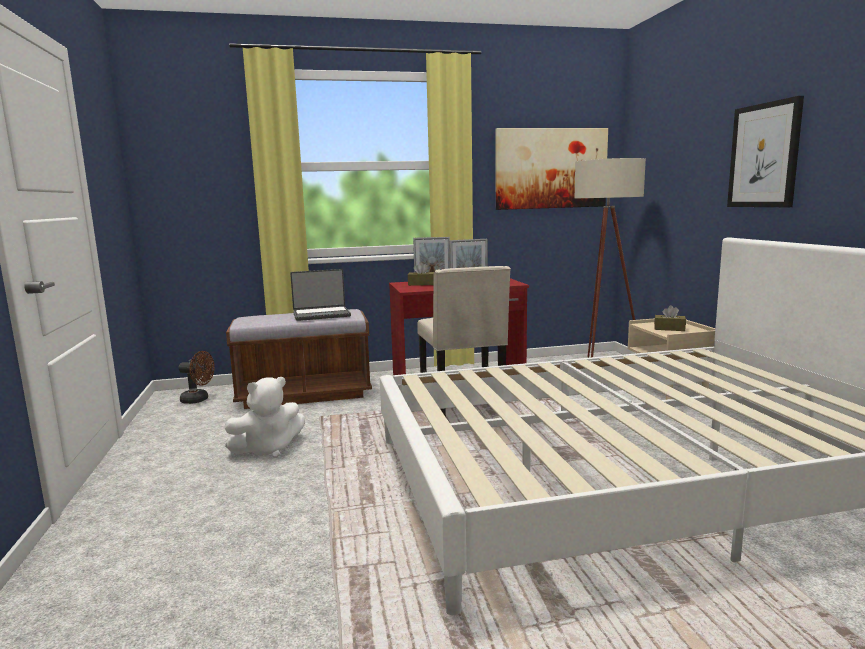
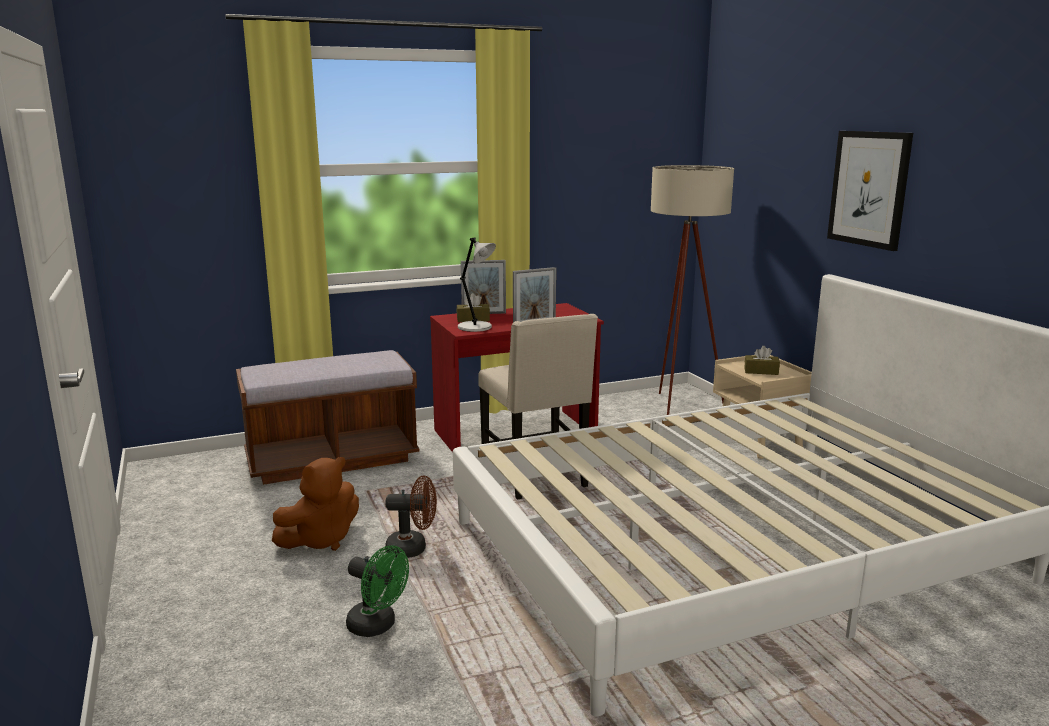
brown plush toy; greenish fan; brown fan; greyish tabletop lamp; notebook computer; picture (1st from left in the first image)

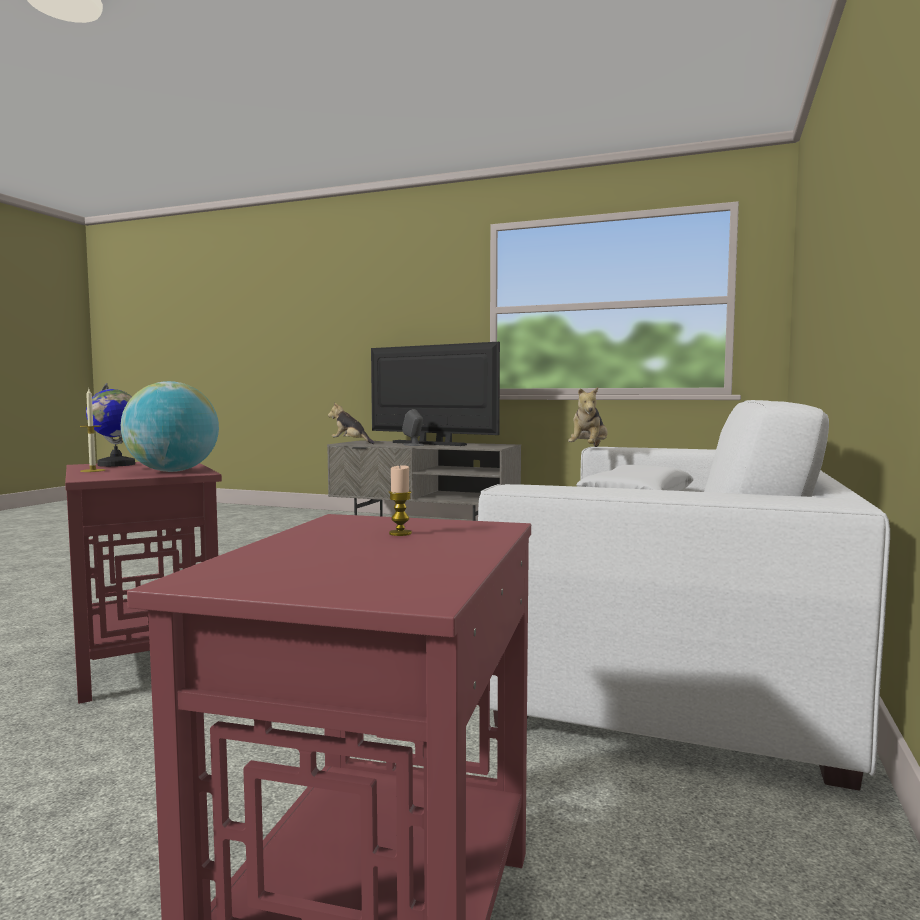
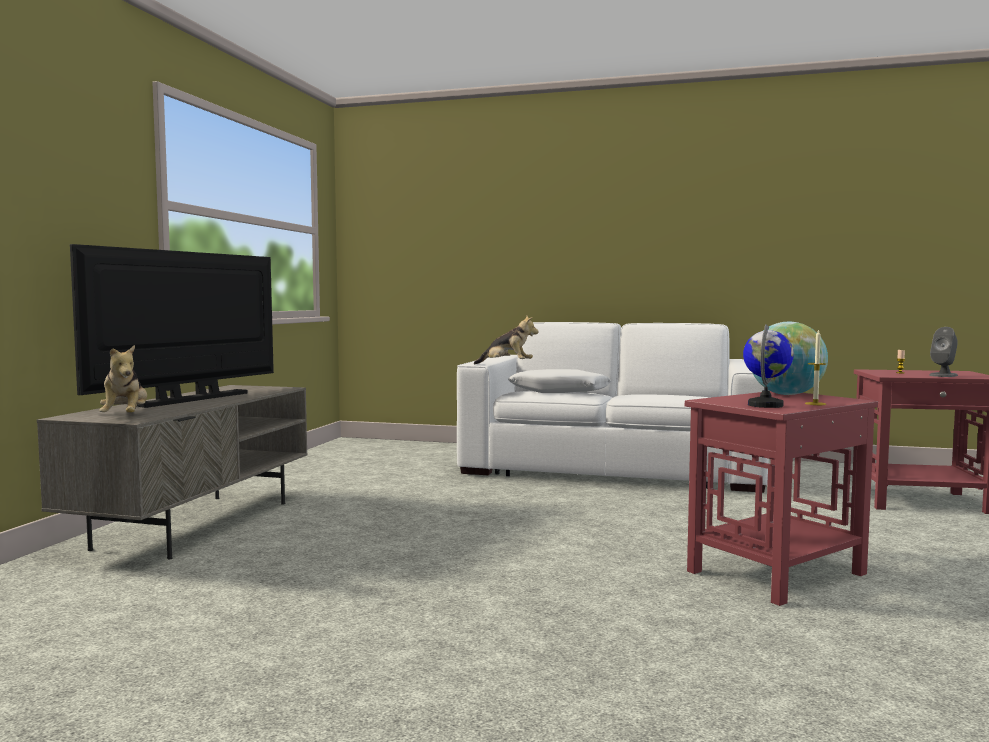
plush toy (1st from left); greyish speaker

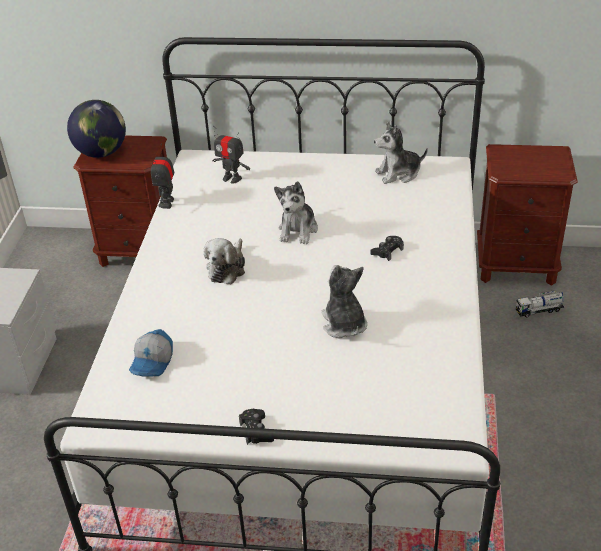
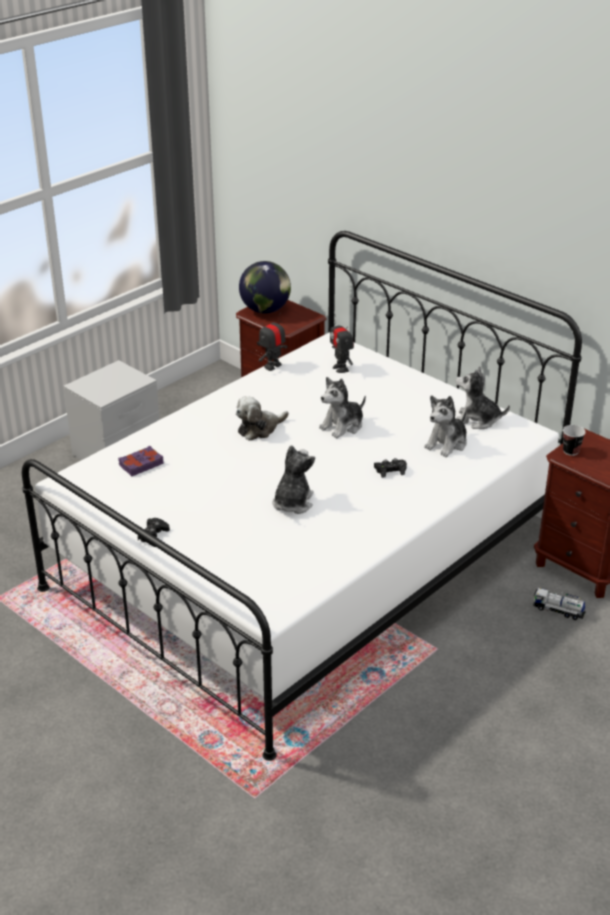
purple book; plush toy (4th from left); cup

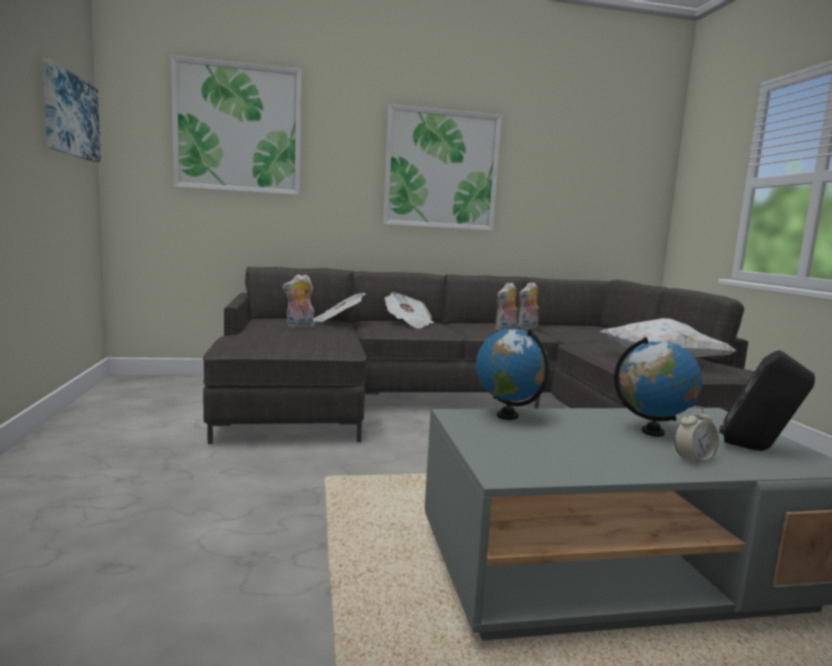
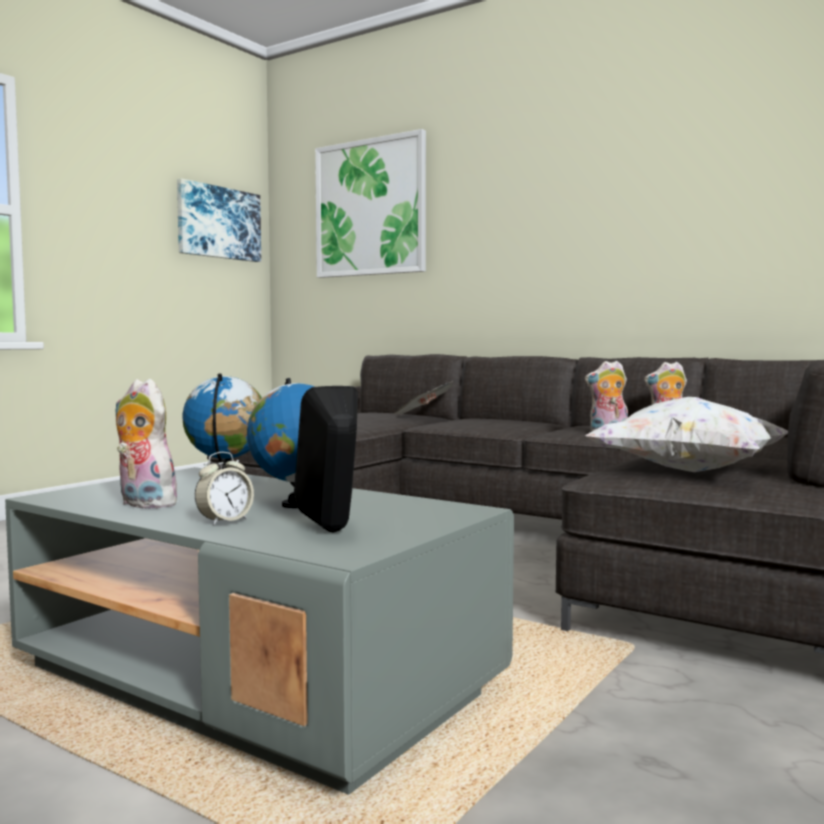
plush toy (1st from left); bedside clock; picture (3rd from left in the first image); printed paper (2nd from left in the first image)

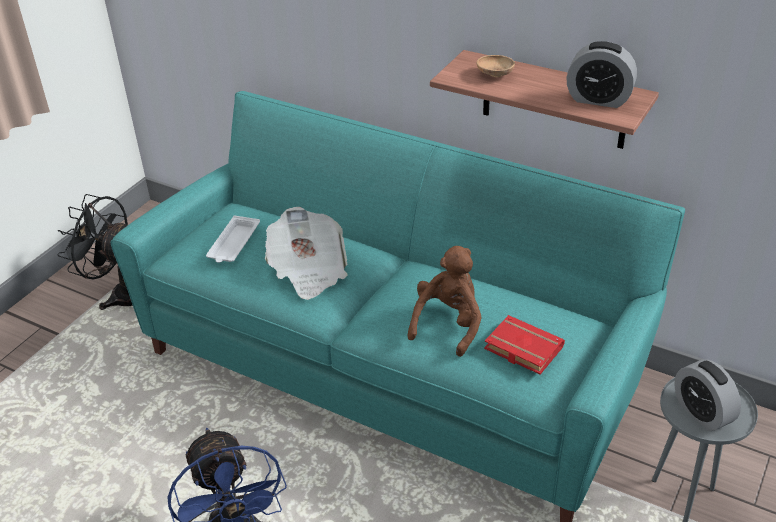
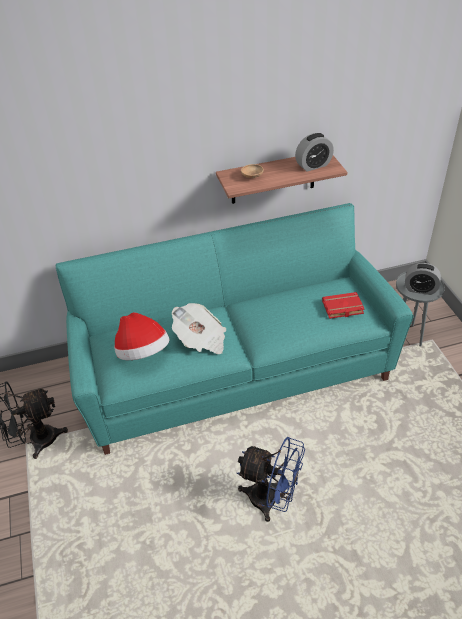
hat; brown plush toy

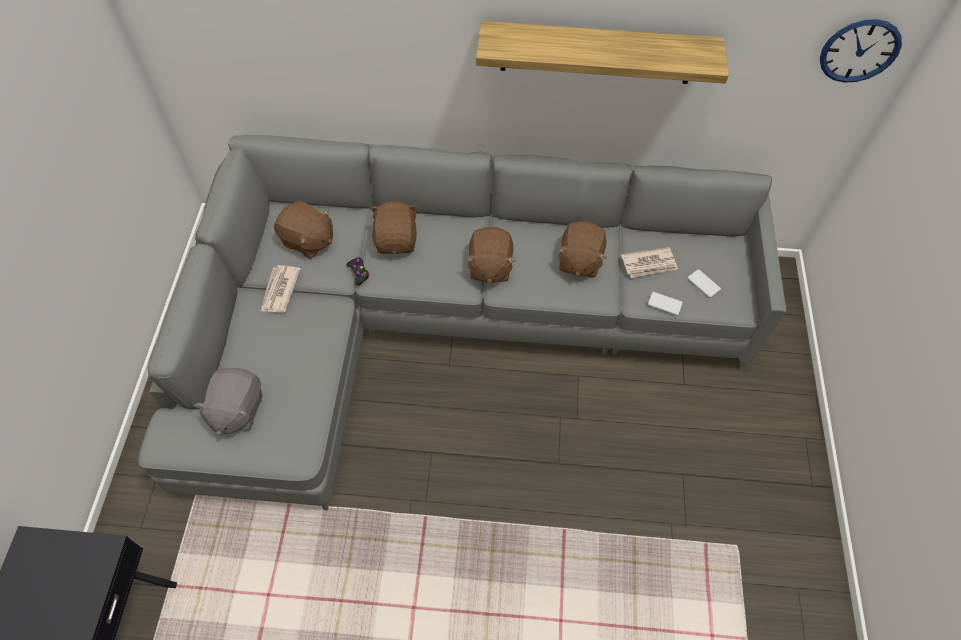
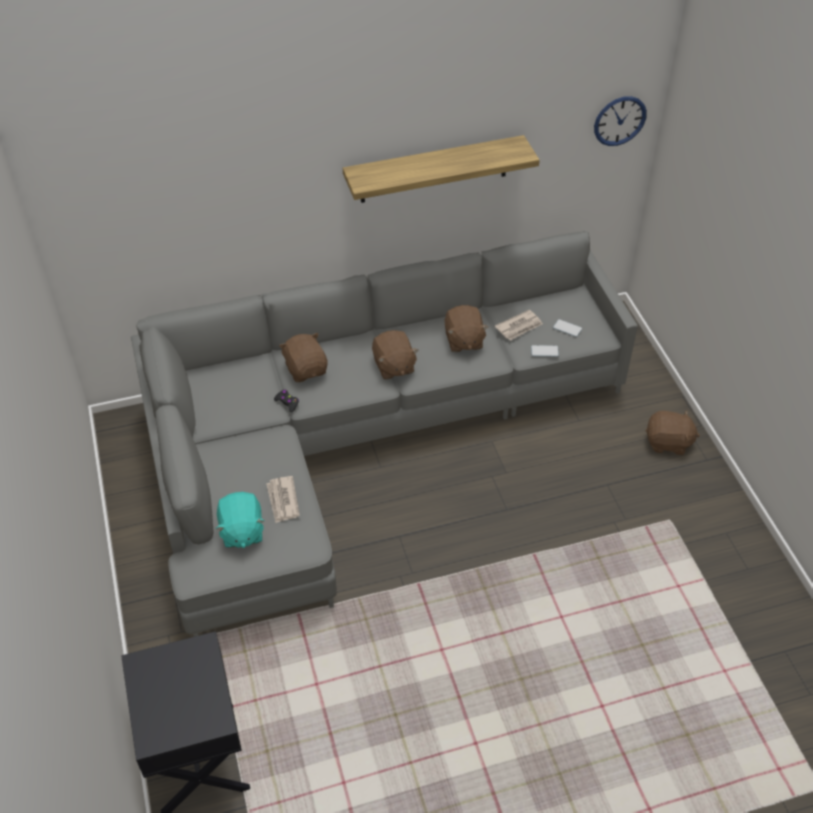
turquoise-coloured plush toy; printed paper (1st from left); brown plush toy (4th from left)

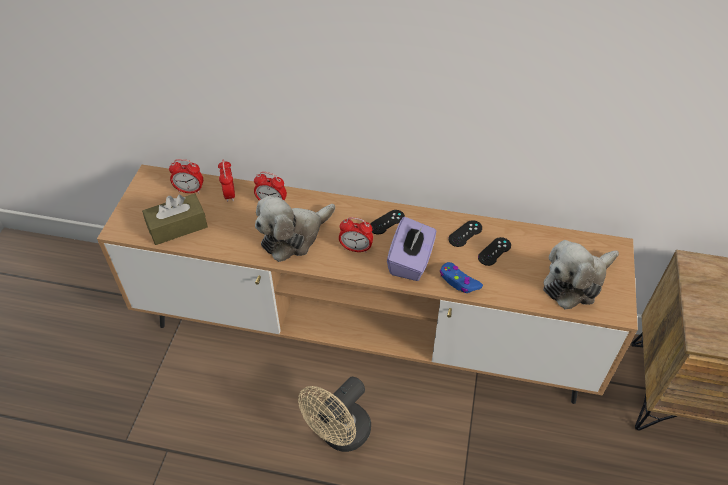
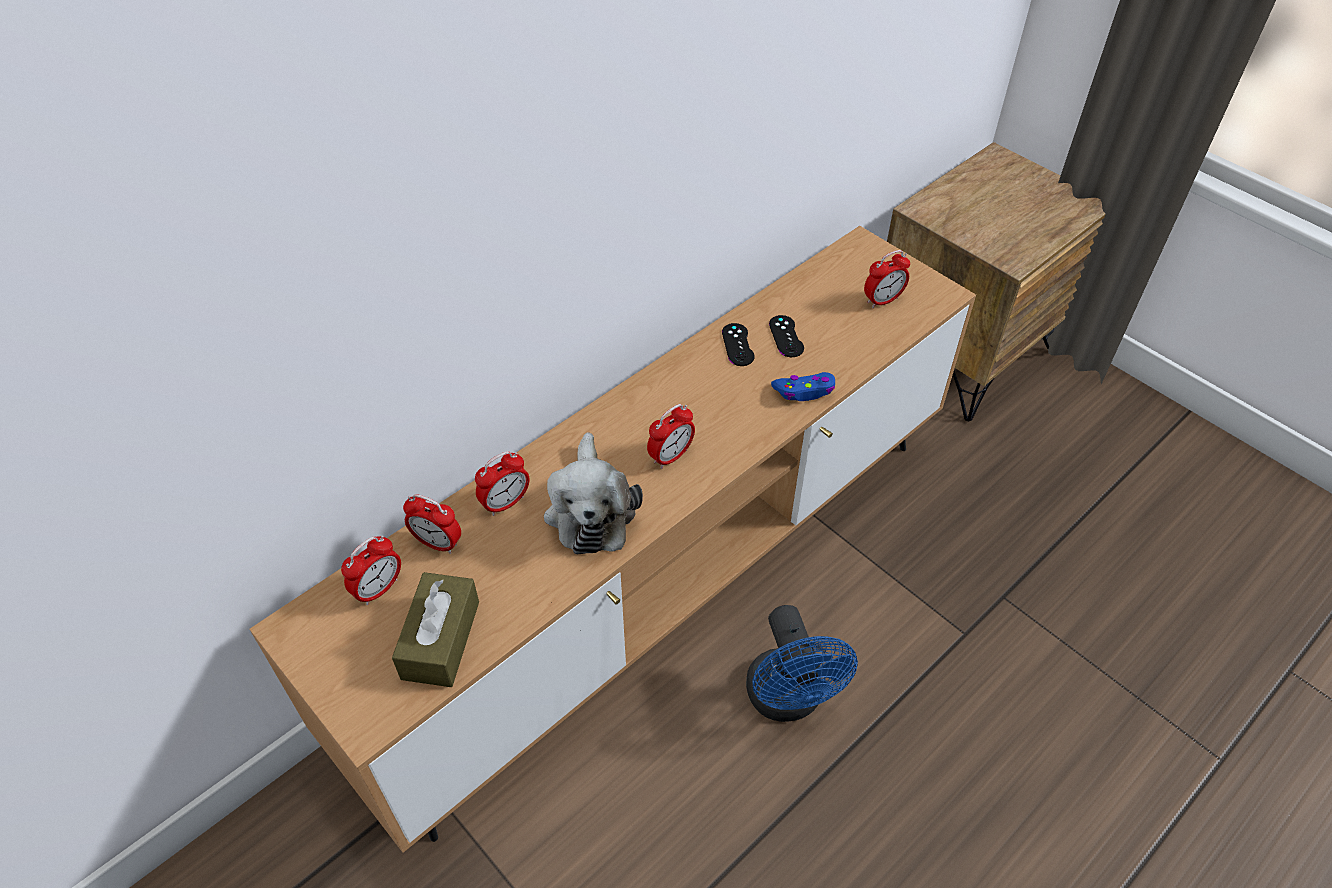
blue fan; bedside clock (5th from left); black-coloured game controller (1st from left in the first image); purple tissue box

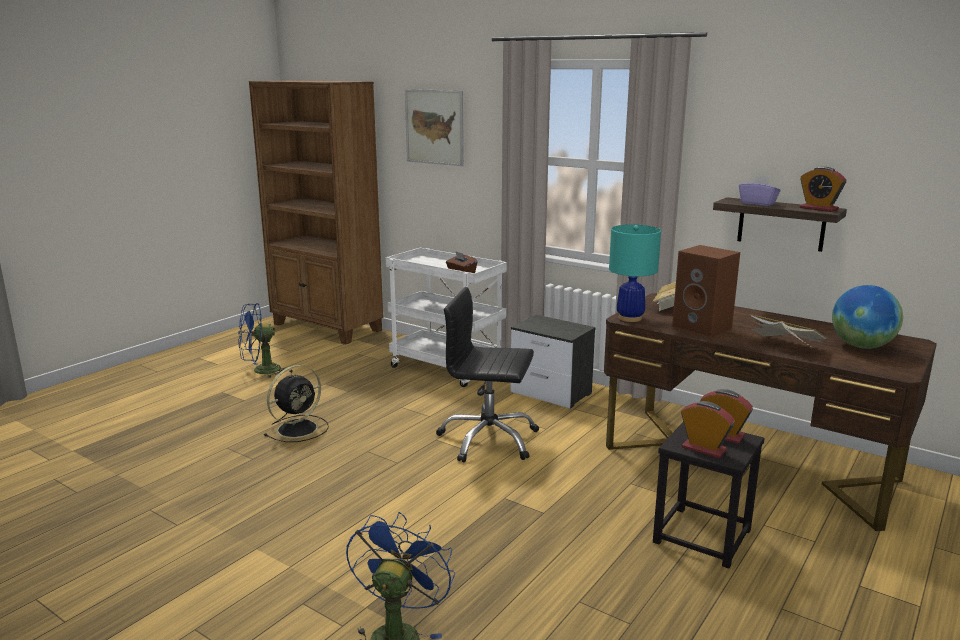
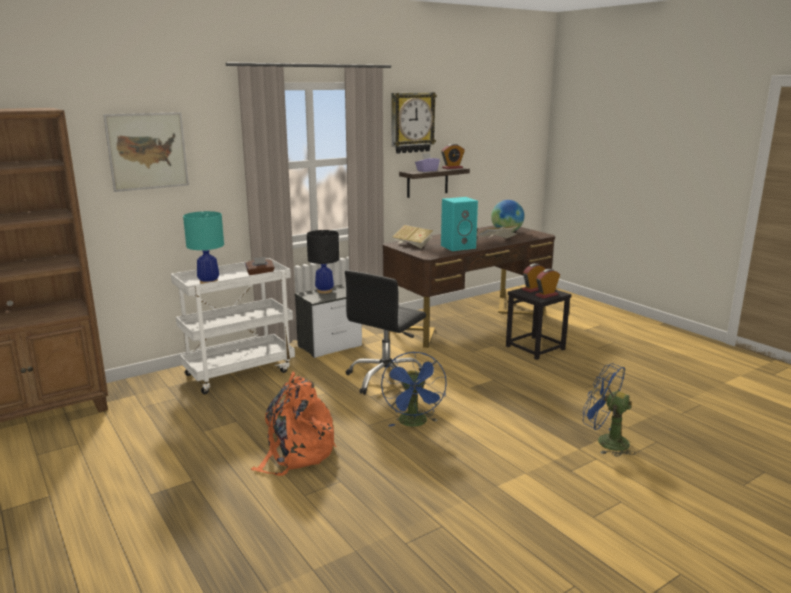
turquoise-coloured tabletop lamp; orange-coloured rucksack; black-coloured tabletop lamp; blue fan (1st from left); wall clock; turquoise-coloured speaker

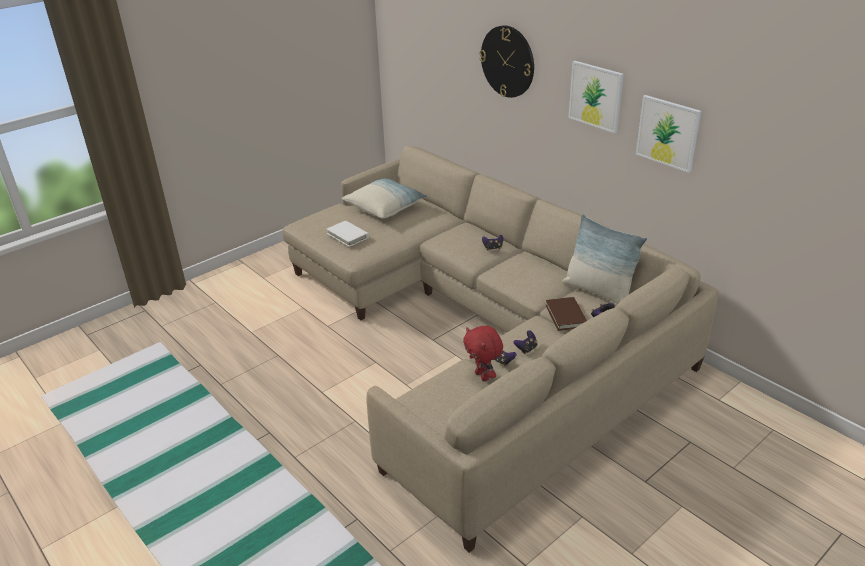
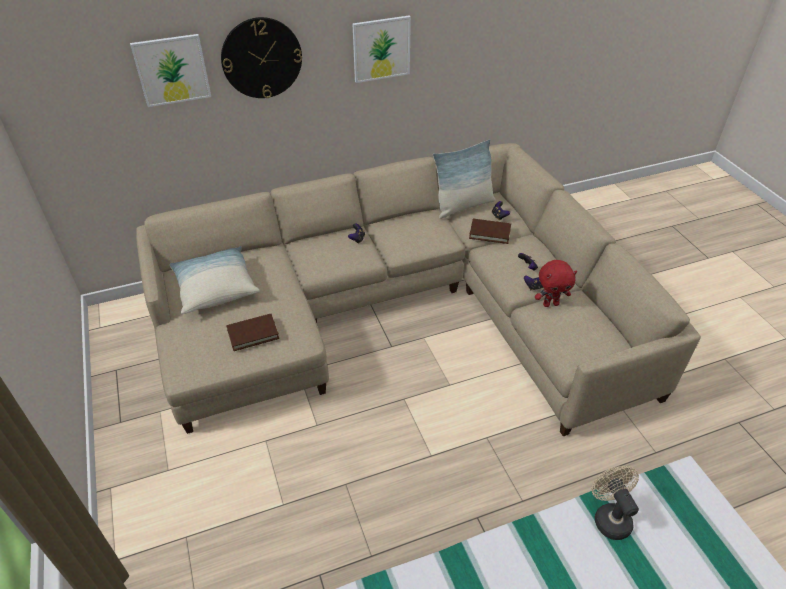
picture (1st from left); brown book (1st from left); beige fan

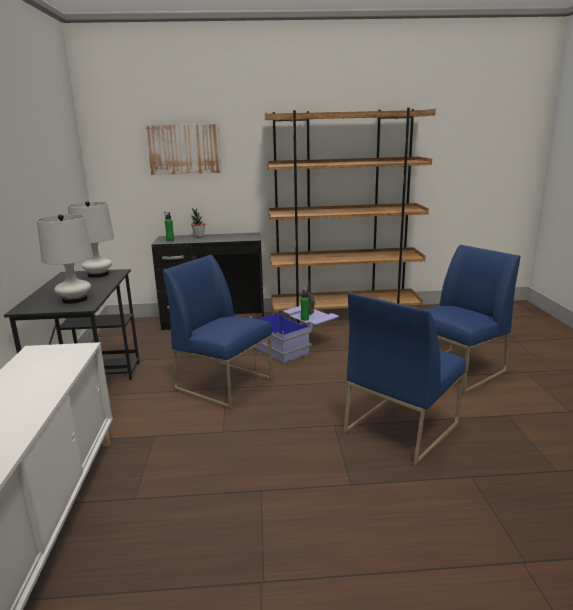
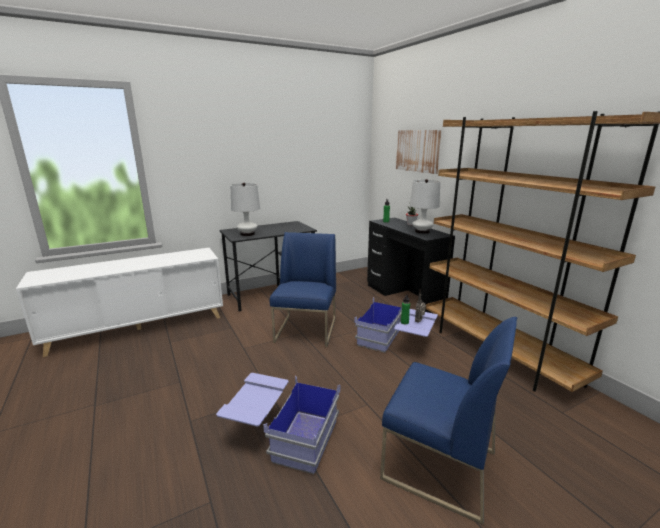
blue storage container (1st from left); white tabletop lamp (2nd from left)

